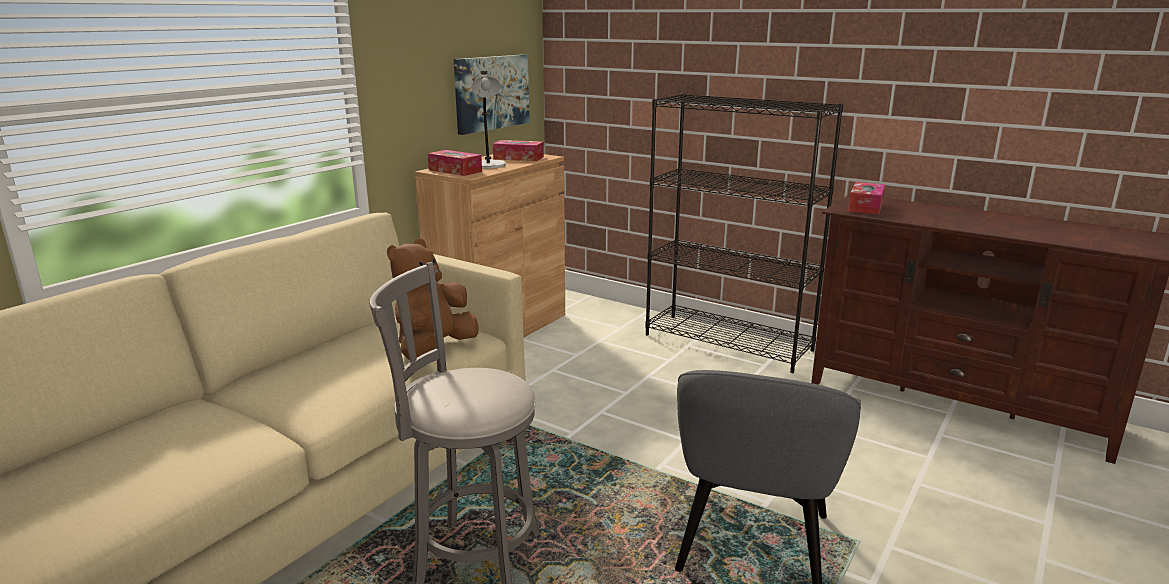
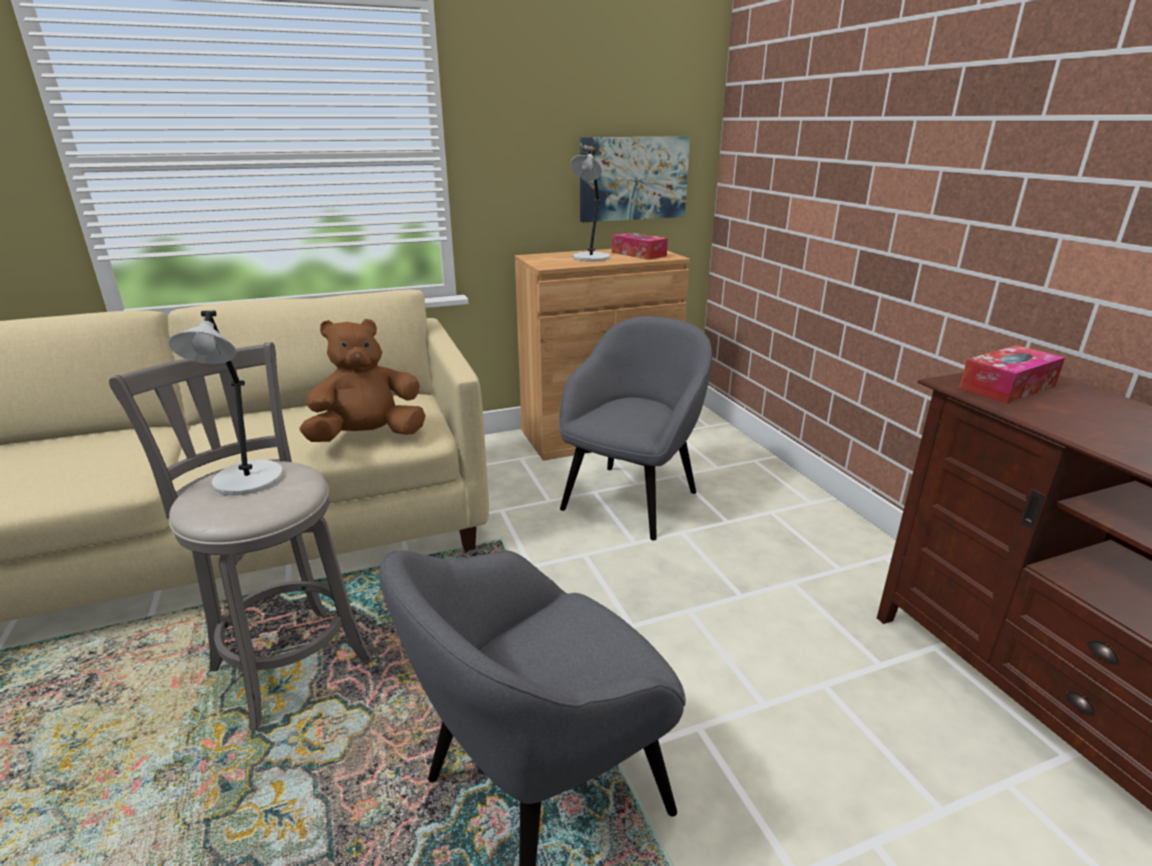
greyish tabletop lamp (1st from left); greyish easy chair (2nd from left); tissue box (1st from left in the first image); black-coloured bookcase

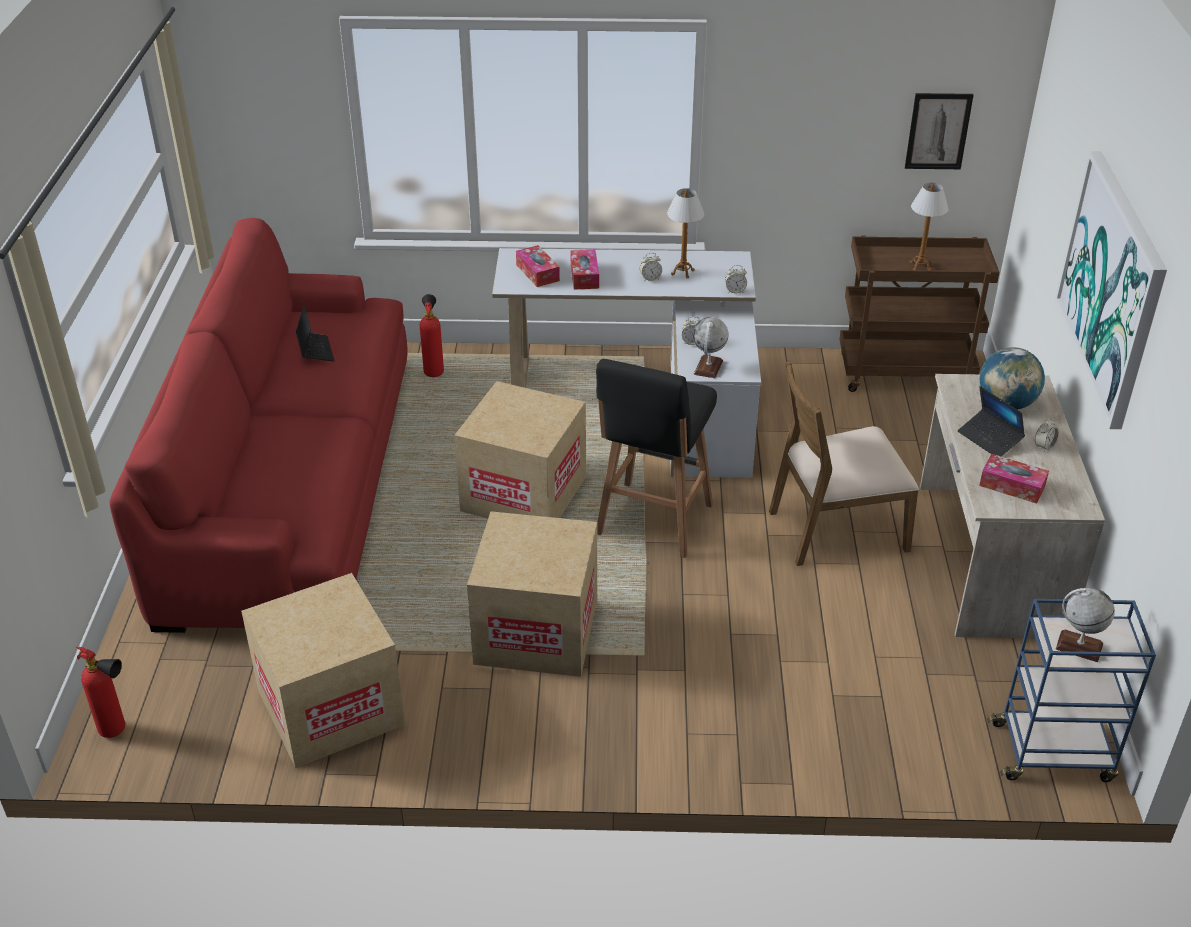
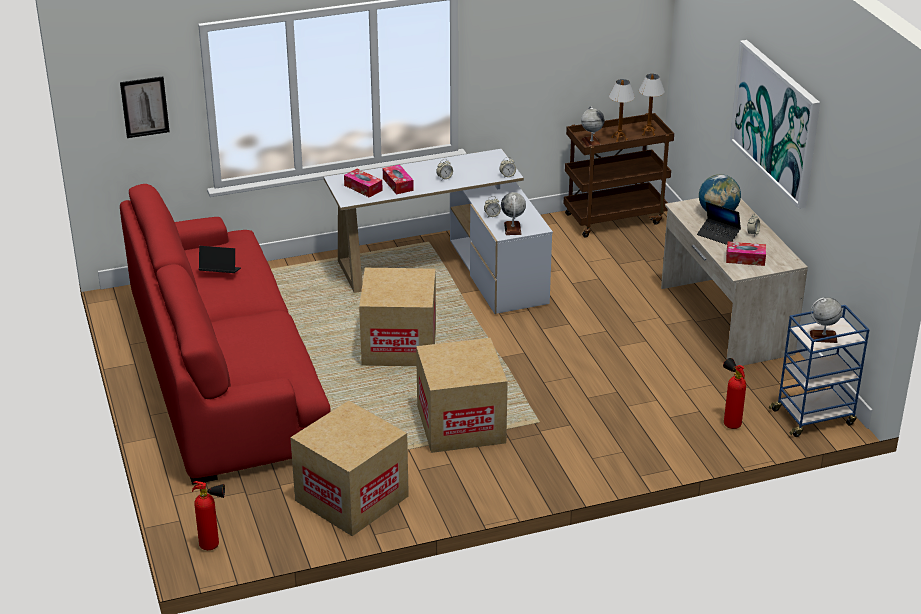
picture (1st from left); notebook computer (1st from left); world globe (2nd from left); tabletop lamp (2nd from left); extinguisher (2nd from left); black-coloured sitting stool; brown upright chair

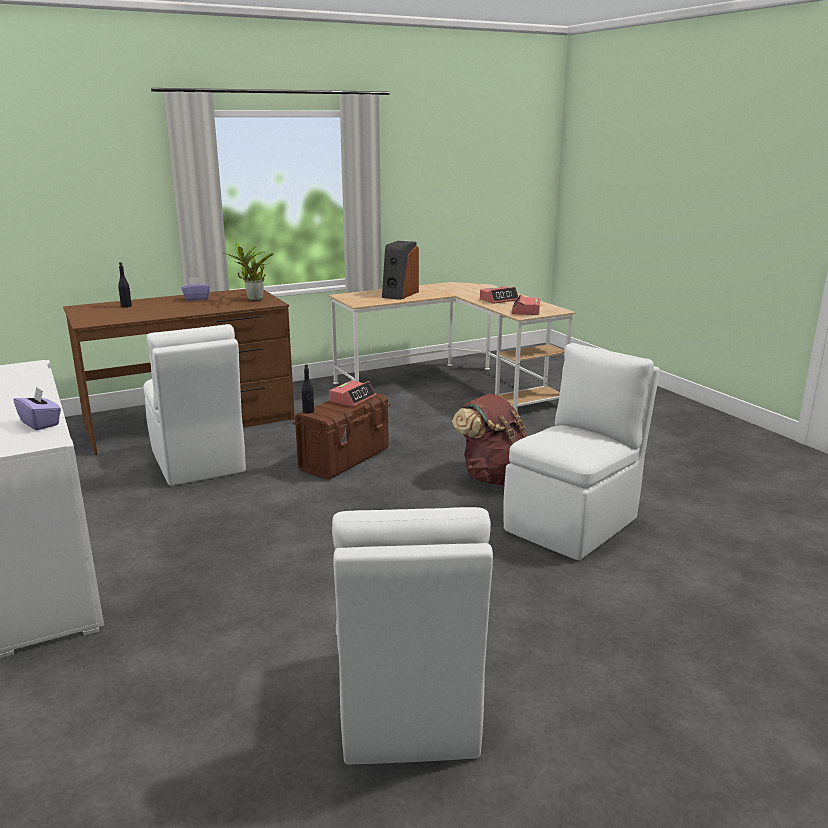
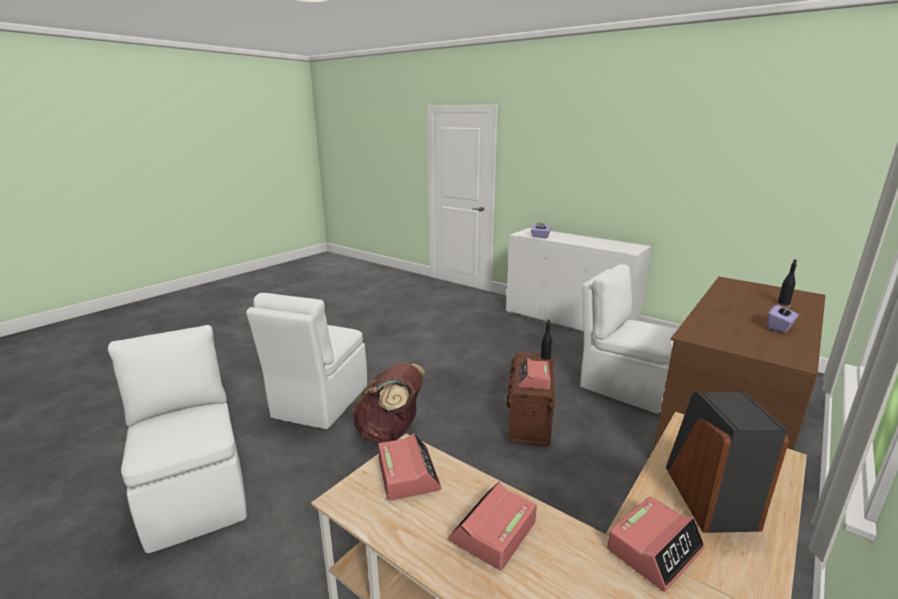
white upright chair (1st from left); bedside clock (4th from left); potted plant

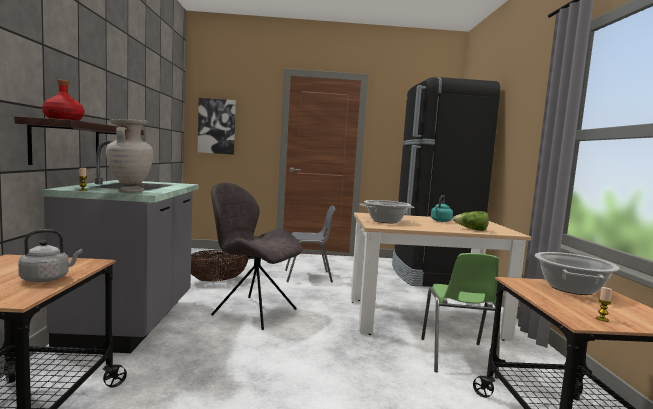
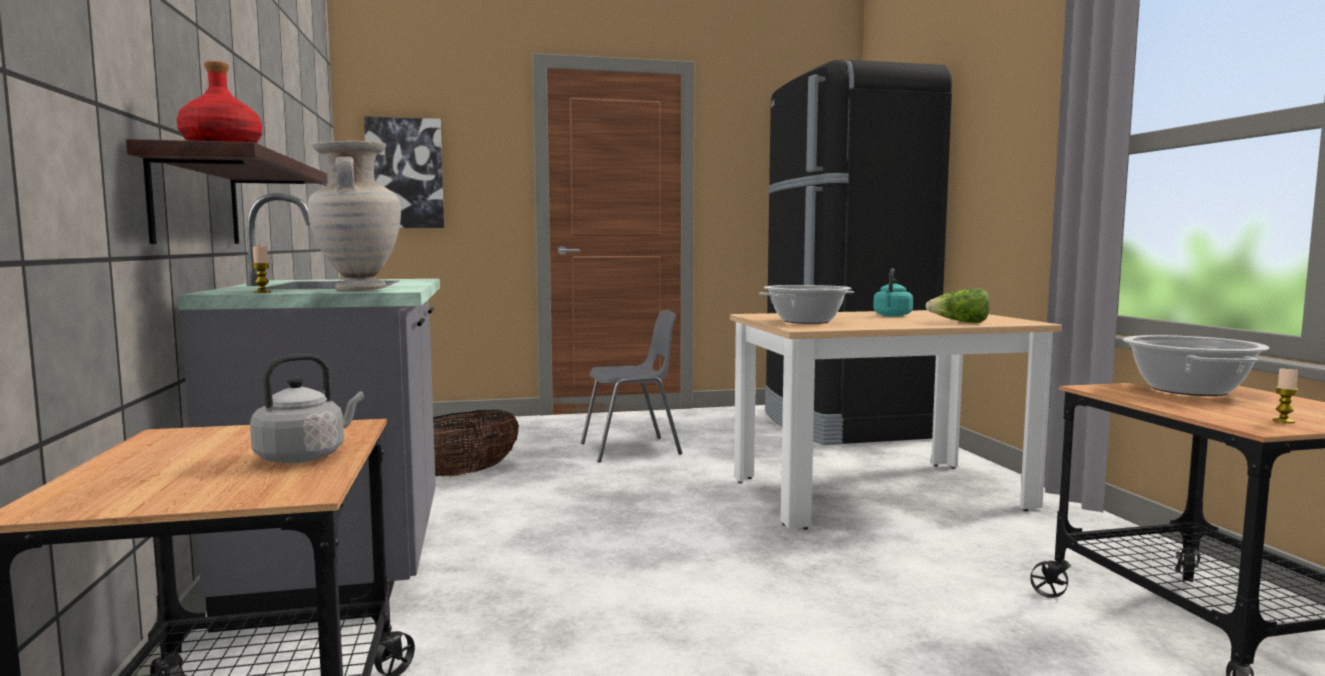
greyish upright chair (1st from left in the first image); greenish upright chair

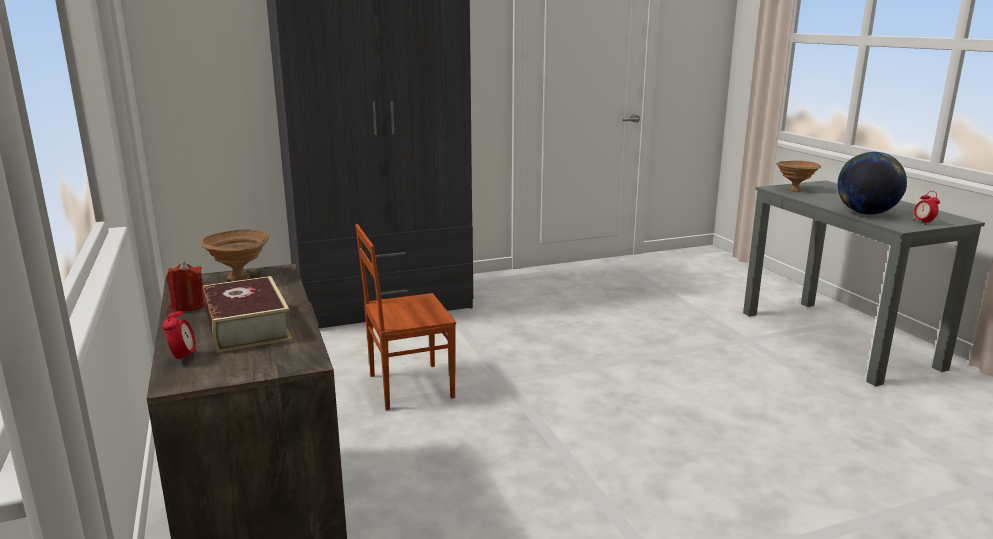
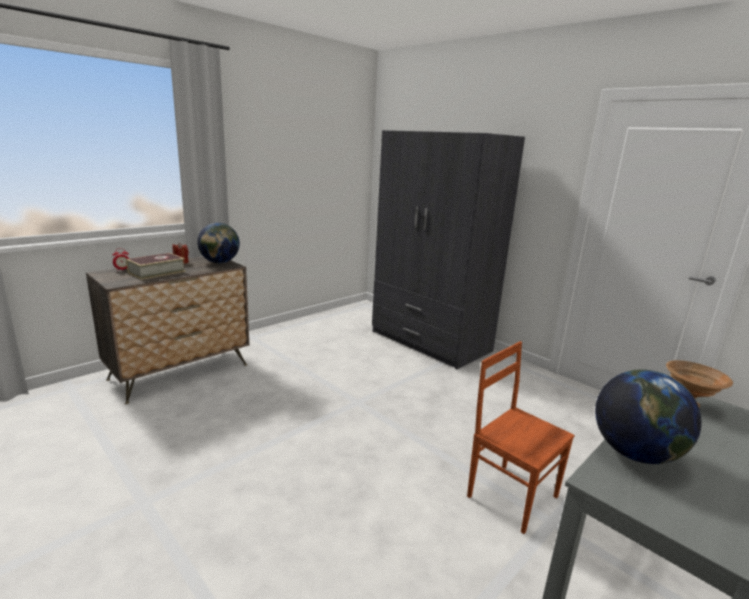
world globe (1st from left); brown upright chair; bedside clock (2nd from left in the first image)

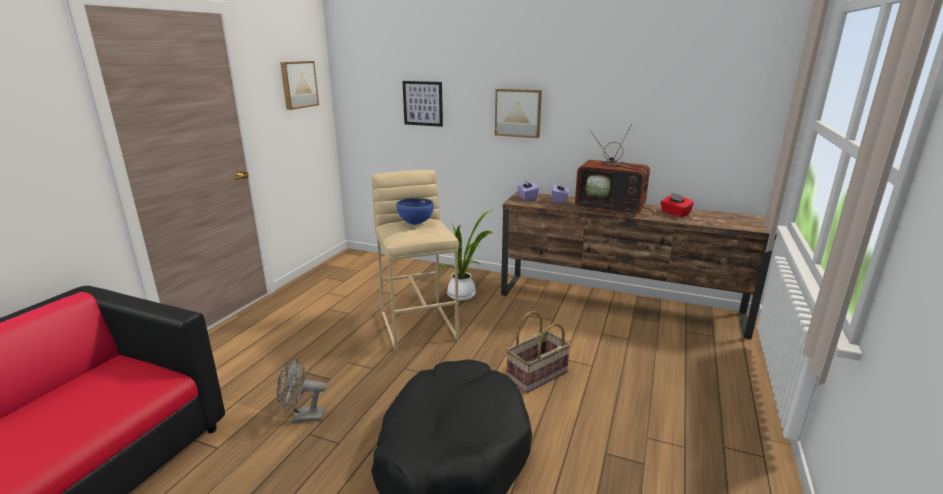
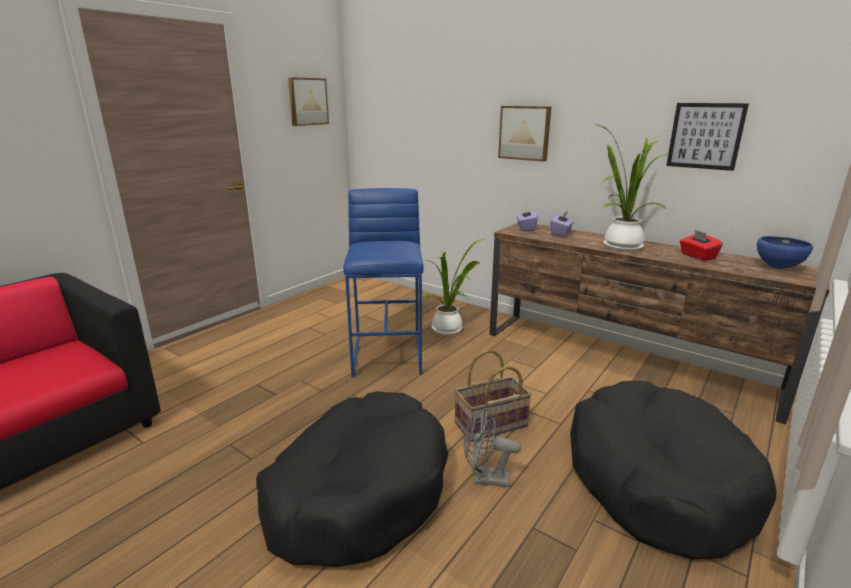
blue sitting stool; greyish fan; black-coloured dog cushion (2nd from left); potted plant (2nd from left); picture (3rd from left); blue serving bowl

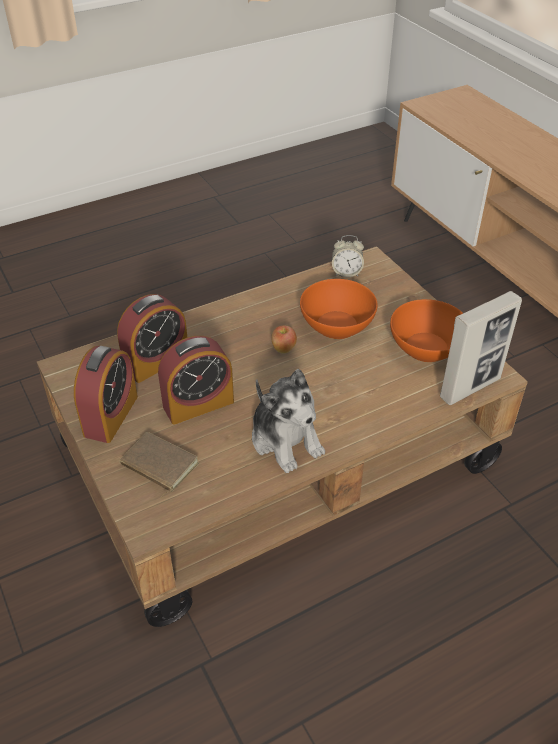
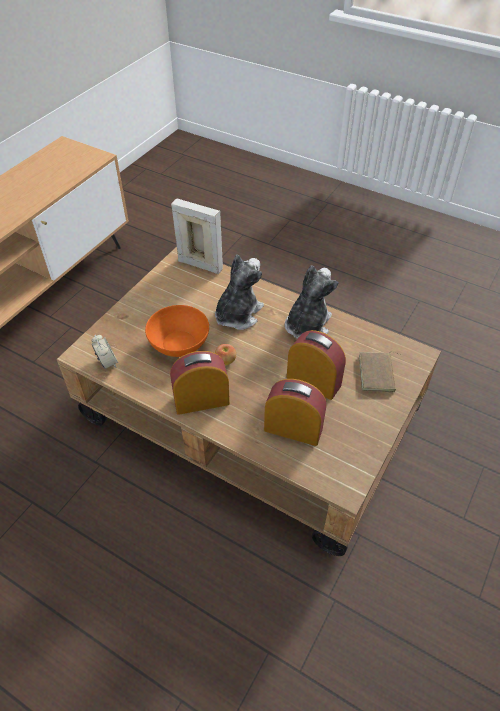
bedside clock (2nd from left); plush toy (1st from left); orange-coloured serving bowl (2nd from left in the first image)

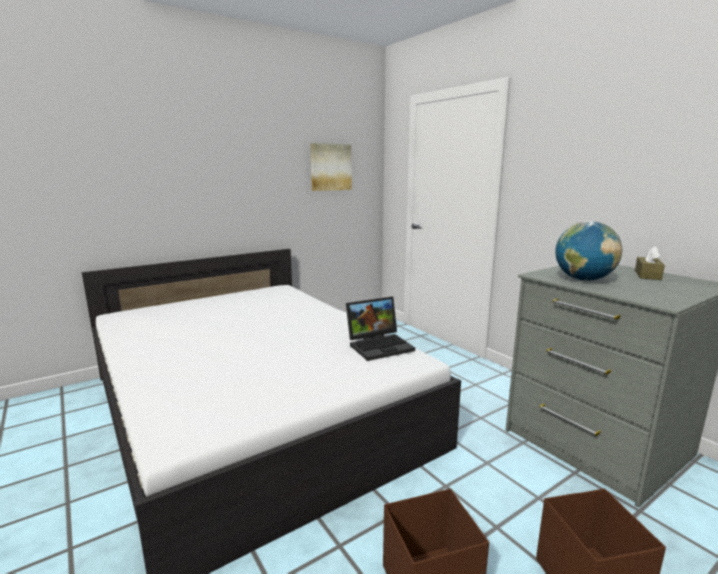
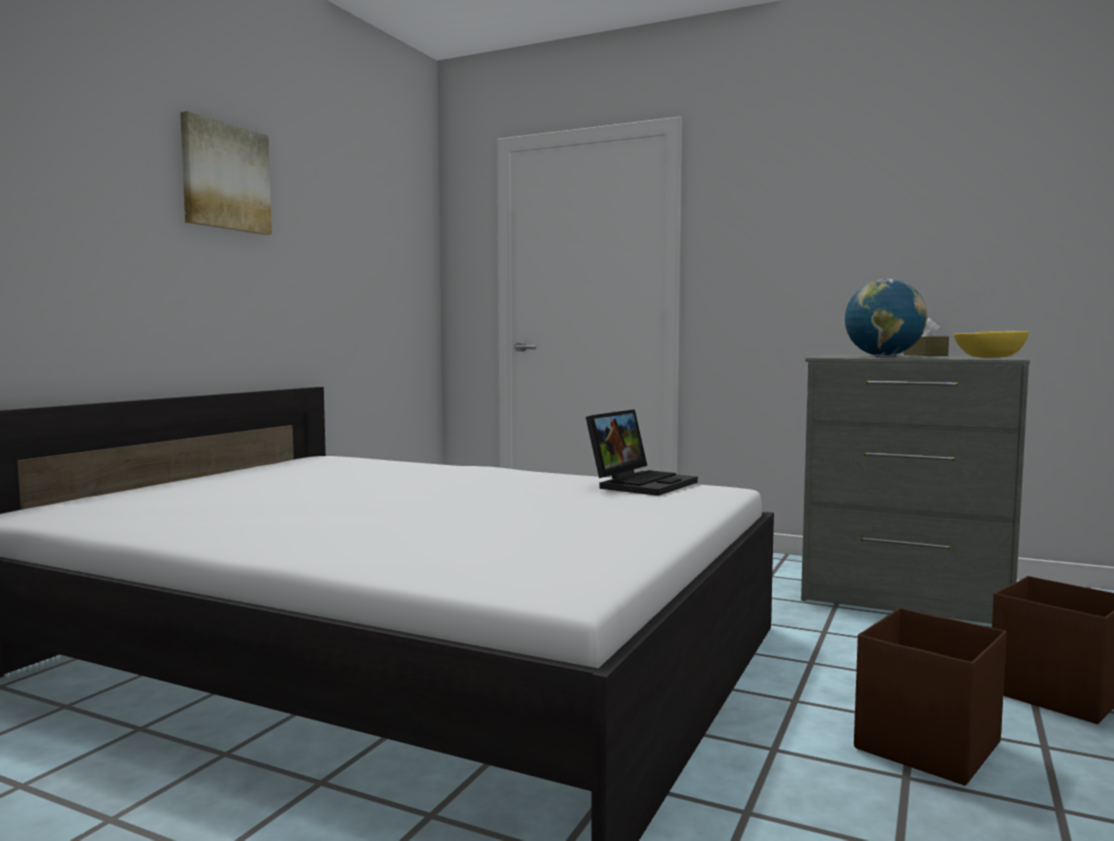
picture; yellowish serving bowl

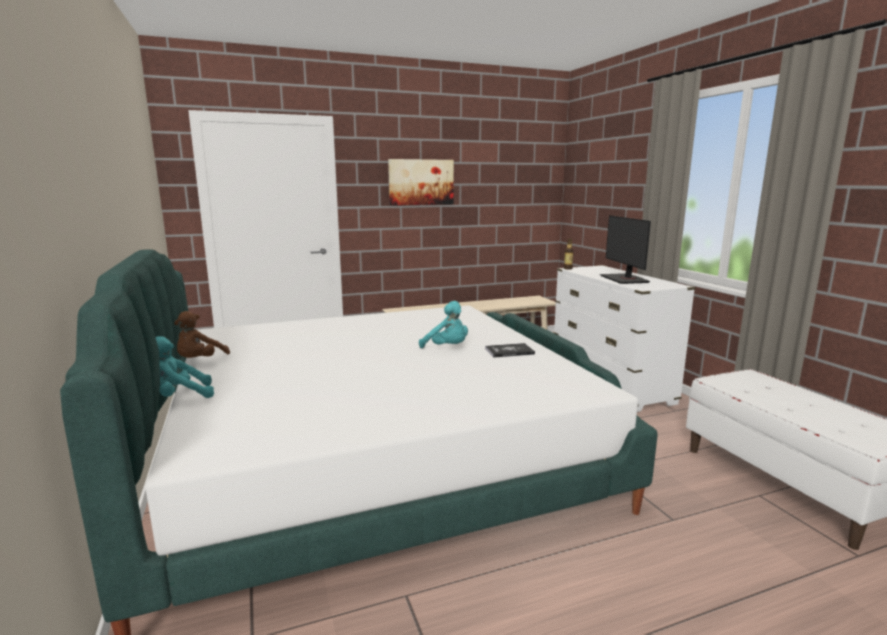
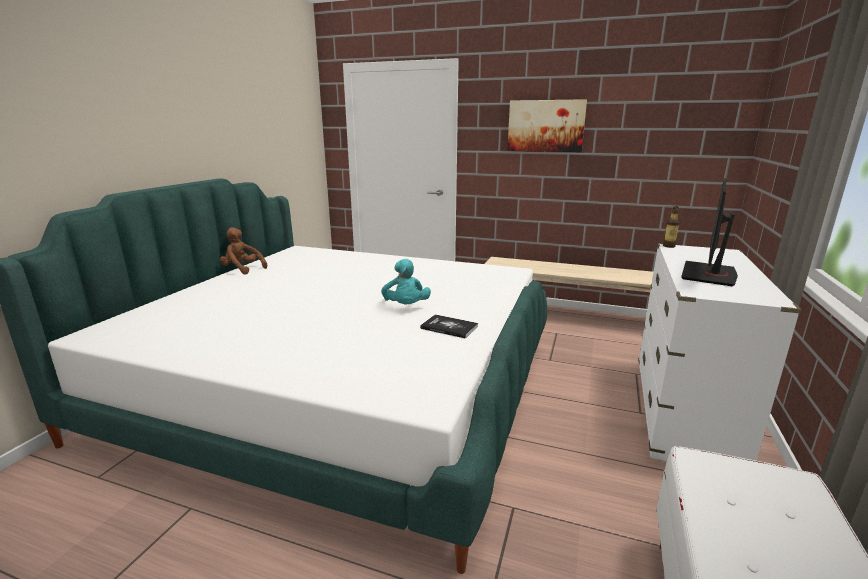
brown plush toy; turquoise-coloured plush toy (1st from left in the first image)

